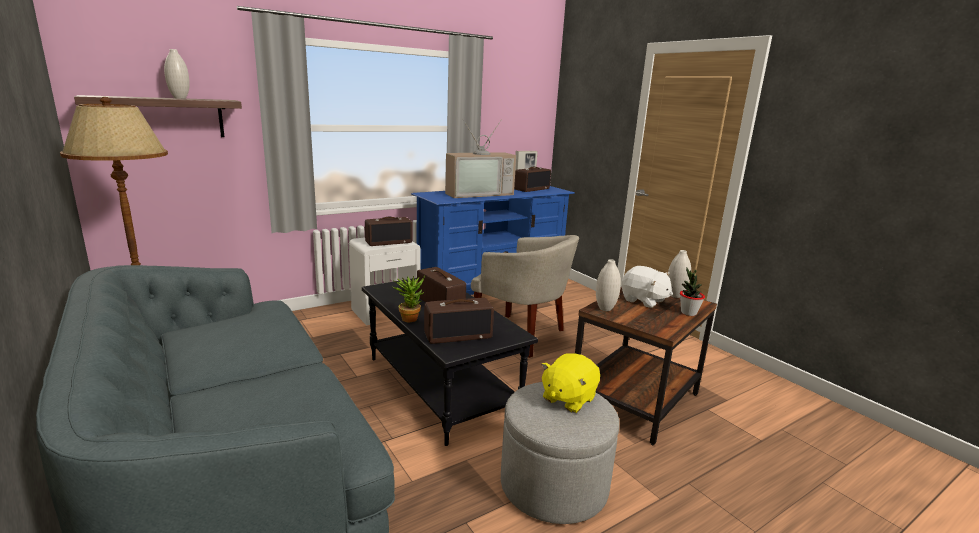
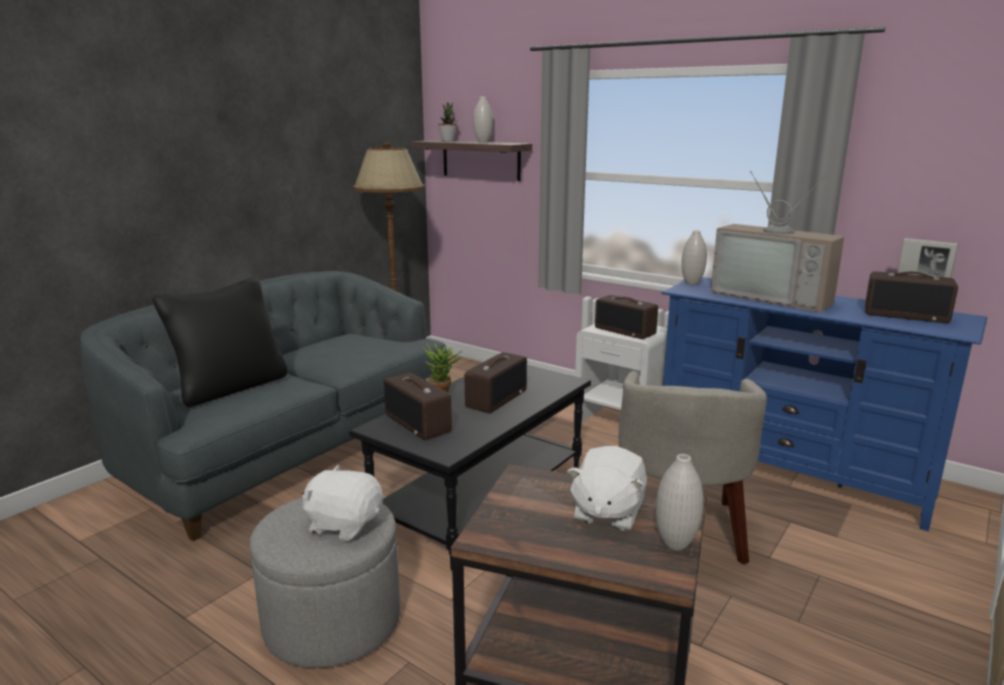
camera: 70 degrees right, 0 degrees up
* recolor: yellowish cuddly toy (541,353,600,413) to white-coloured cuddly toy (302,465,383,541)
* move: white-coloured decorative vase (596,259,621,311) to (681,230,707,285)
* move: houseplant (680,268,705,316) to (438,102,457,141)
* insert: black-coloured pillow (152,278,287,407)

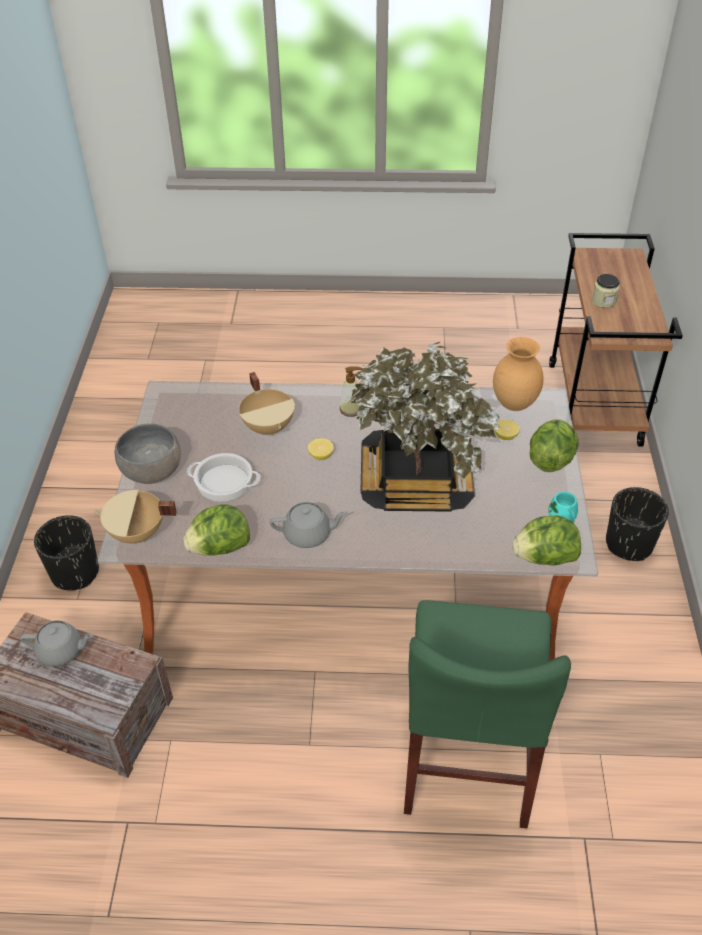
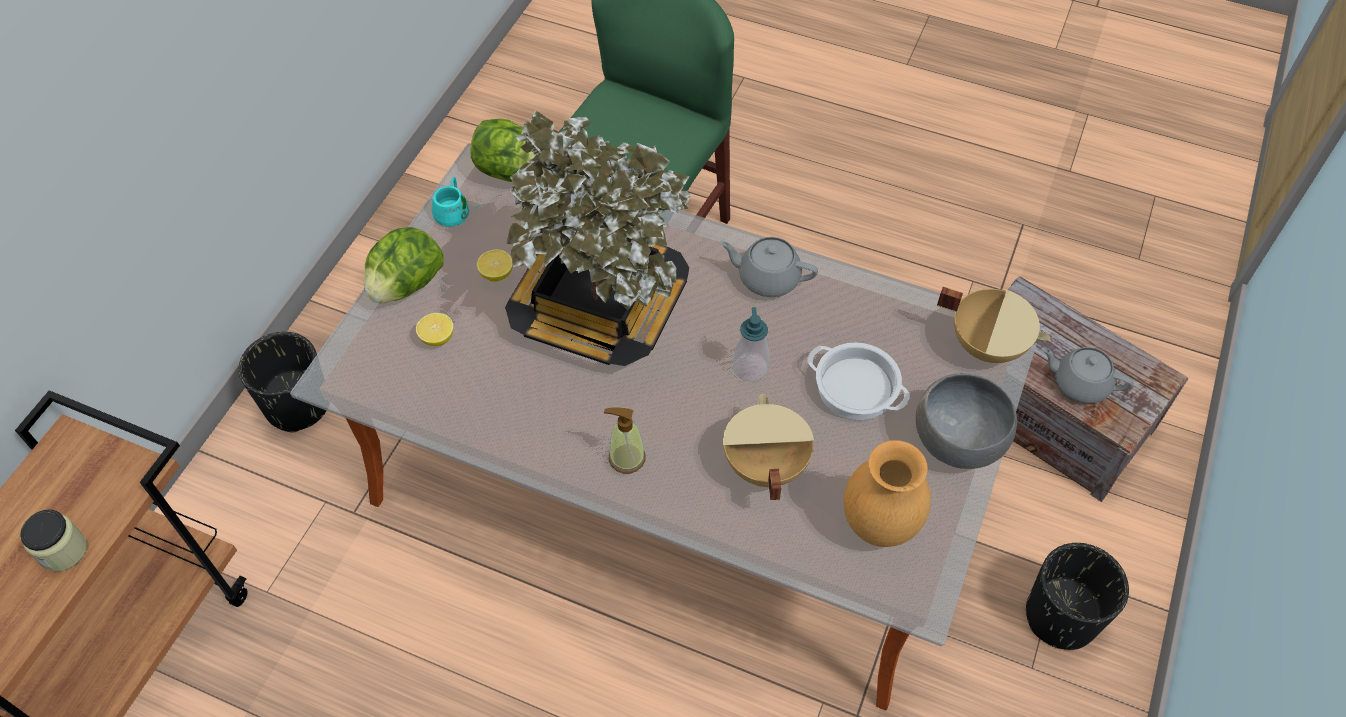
camera: 160 degrees left, 10 degrees up
* delete: lettuce head (183,505,250,556)
* move: whole lemon (308,438,334,460) to (477,249,513,282)
* move: brown decorative vase (493,337,544,411) to (844,440,931,547)
* insert: soap dispenser (733,307,769,382)

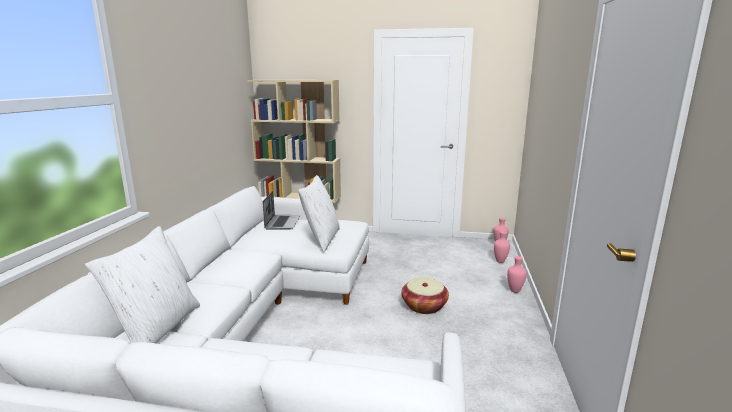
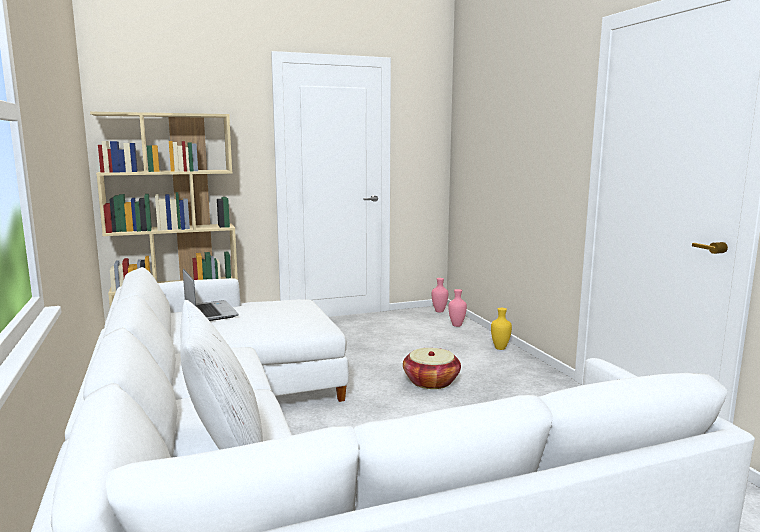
camera: 30 degrees left, 5 degrees down
* delete: white-coloured pillow (298,175,340,252)
* recolor: pink decorative vase (507,256,527,293) to yellowish decorative vase (491,308,512,350)

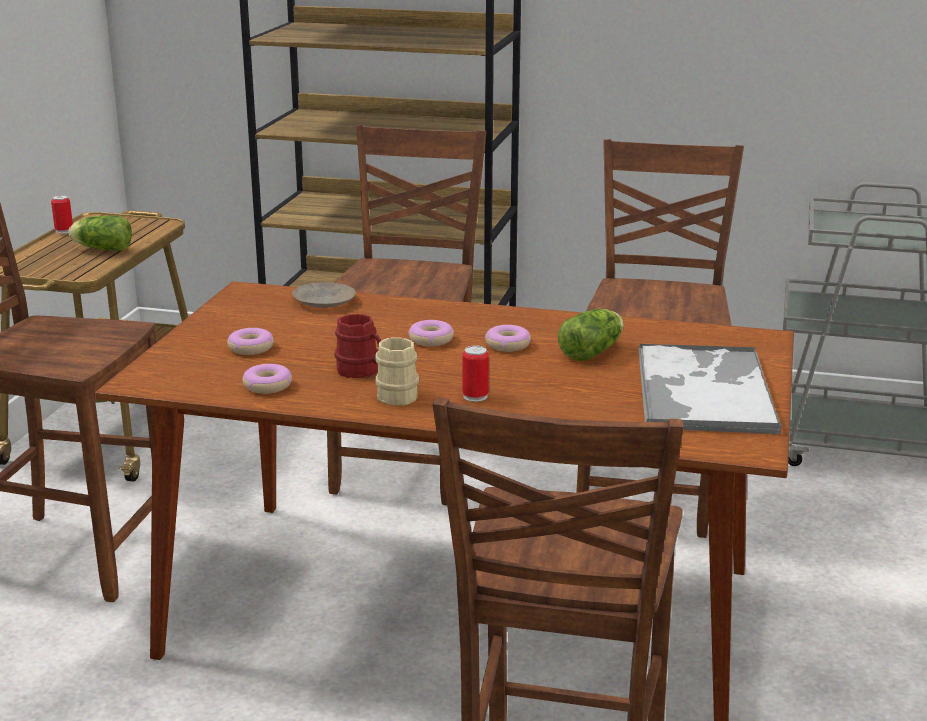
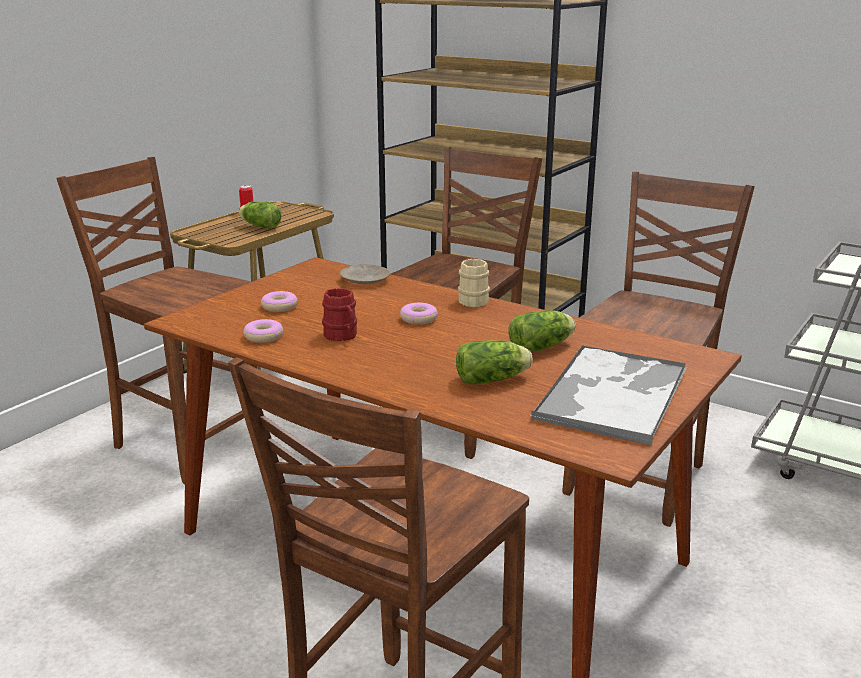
camera: 20 degrees right, 0 degrees up
* move: sand-coloured tea mug (375,337,419,406) to (458,259,490,307)
* delete: can (462,345,489,402)
* delete: ring doughnut (485,325,531,352)
* insert: lettuce head (456,340,533,384)

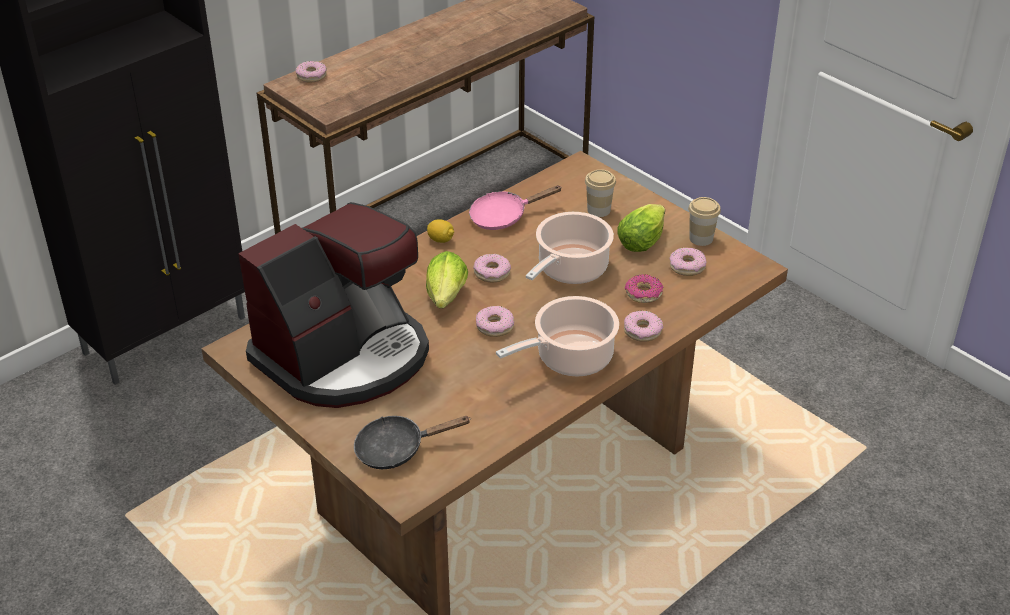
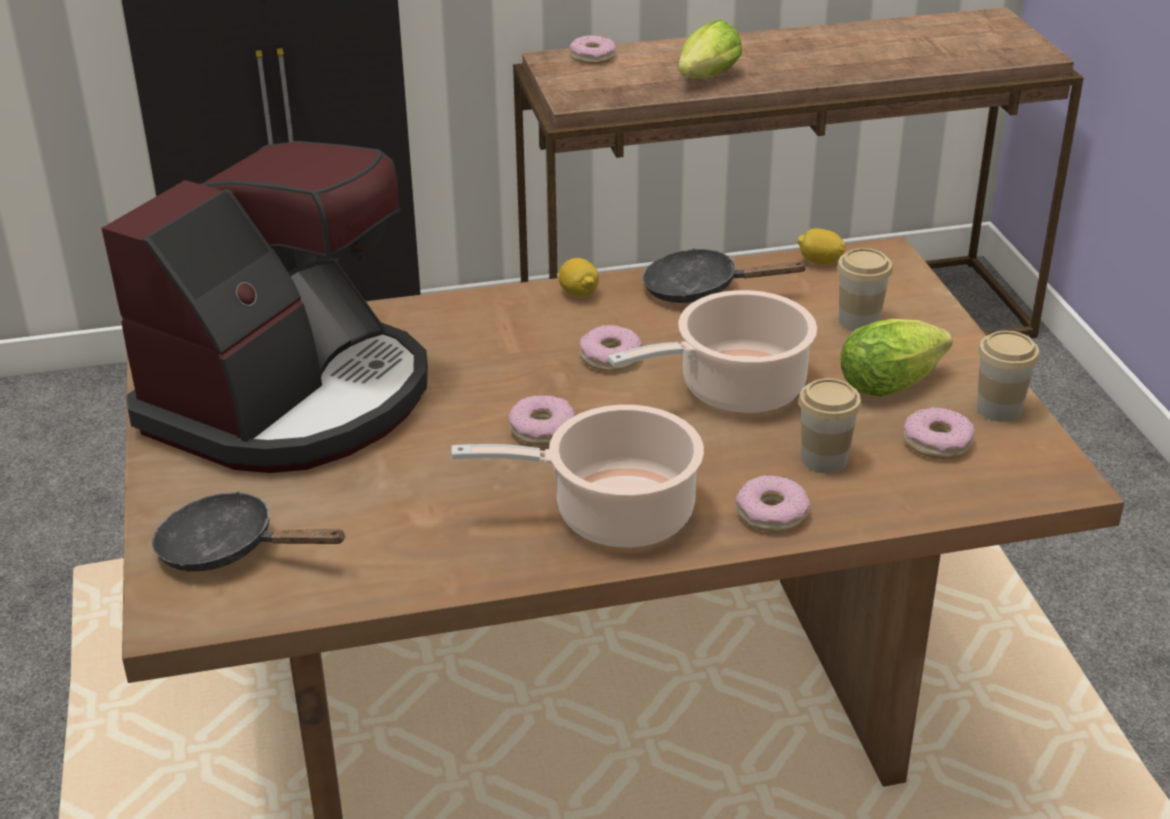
camera: 30 degrees right, 5 degrees down
* rotate: coffee brewer (238,202,429,408) = (102,141,428,473) 45 degrees counterclockwise
* move: lettuce head (426,251,468,308) to (678,20,742,79)
* recolor: pink frying pan (469,185,562,230) to black-coloured frying pan (642,248,808,303)
* replace: ring doughnut (625,274,664,303) to drinking cup (798,378,862,473)
* insert: whole lemon (797,228,846,265)

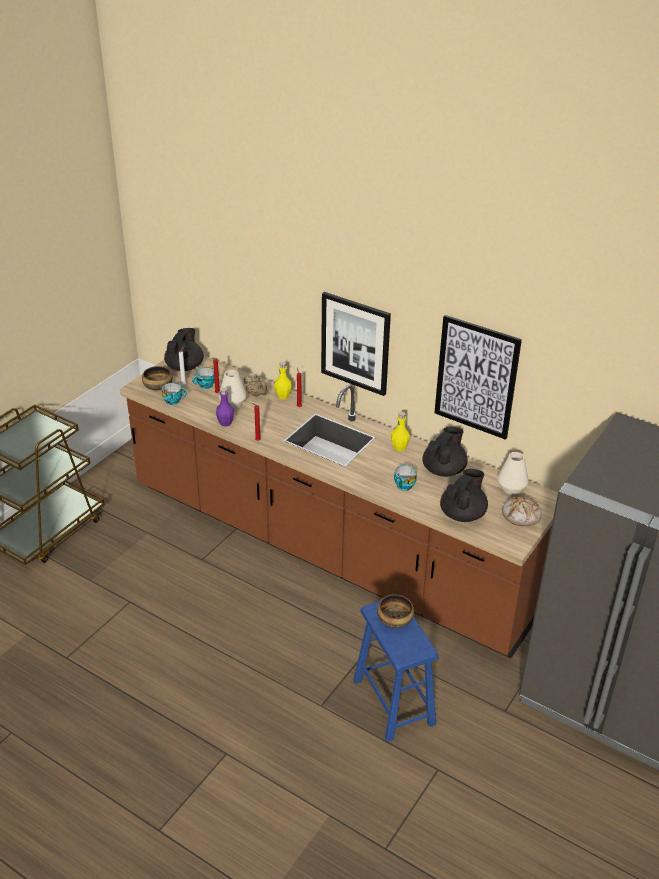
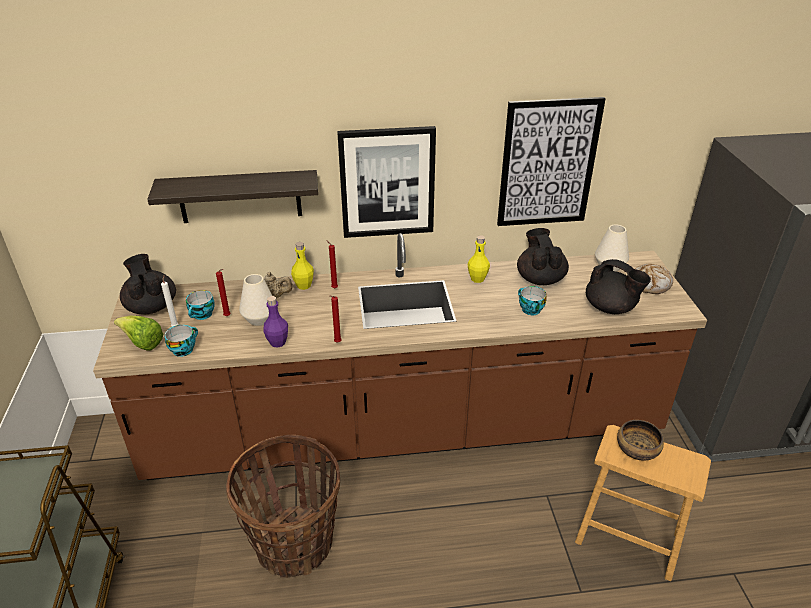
camera: 40 degrees left, 0 degrees up
* replace: deep dish (142,366,173,390) to lettuce head (114,316,164,351)
* recolor: blue stool (353,601,439,742) to brown stool (575,425,711,581)
* rotate: black-coloured tea pot (440,469,488,522) = (586,259,651,314) 135 degrees clockwise
* insert: bracket shelf (147,170,318,223)
* insert: basket (226,435,340,578)

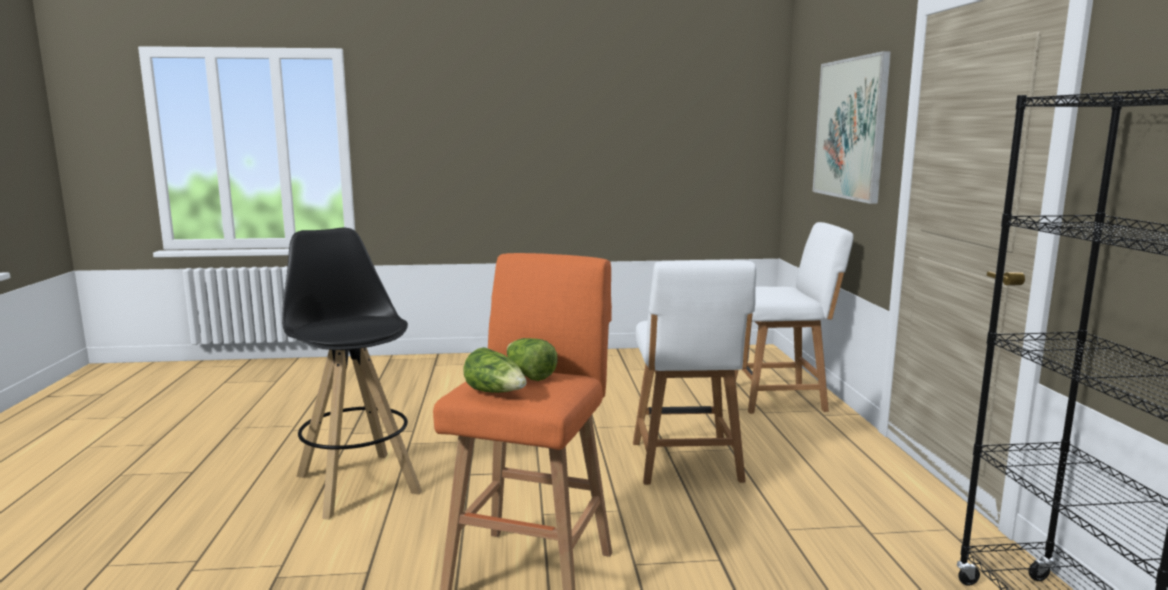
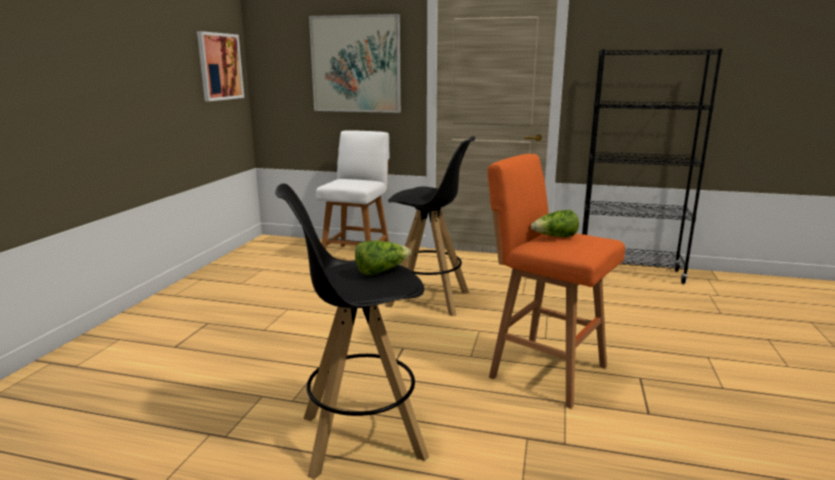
camera: 70 degrees left, 5 degrees up
* move: lettuce head (464,347,527,393) to (355,241,411,275)
* replace: white-coloured plain chair (633,260,756,485) to black-coloured stool (385,136,476,316)
* insert: wall art (197,31,244,101)

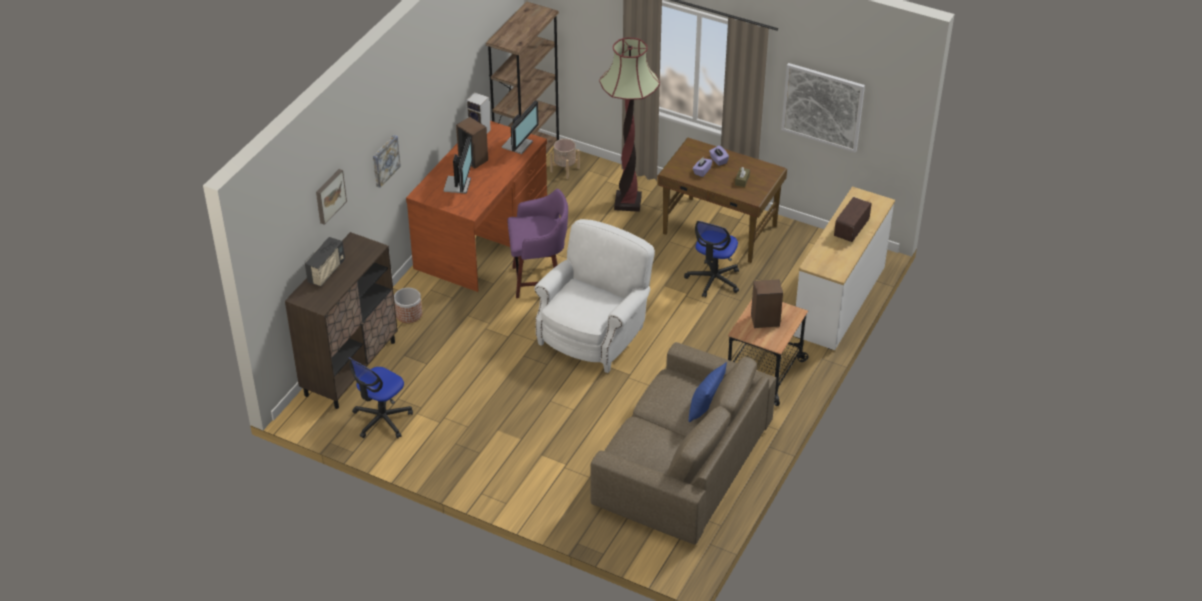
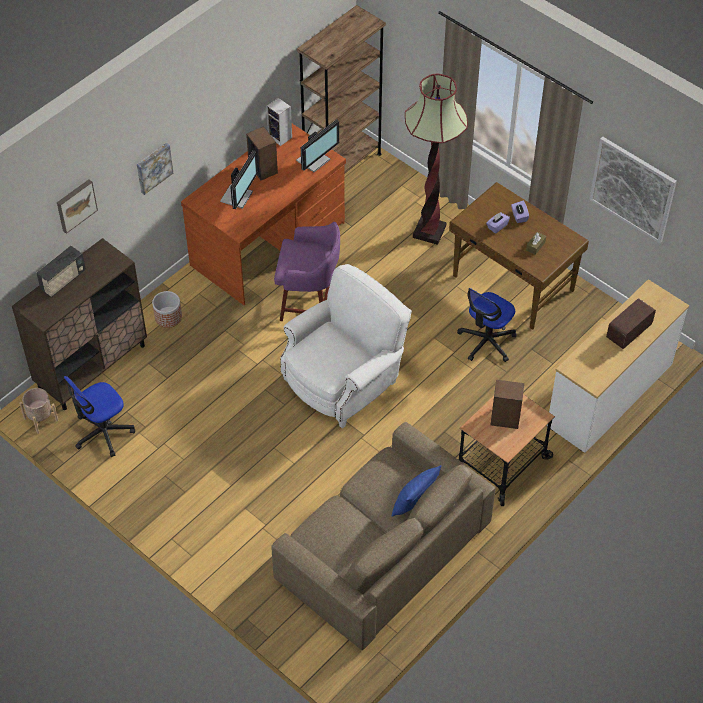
camera: 15 degrees right, 10 degrees up
* move: sand-coloured flower pot (550,139,580,179) to (19,388,59,434)

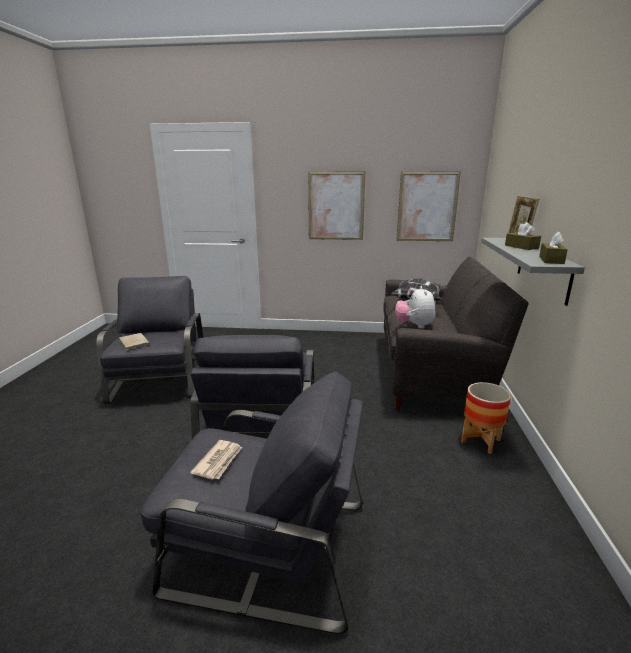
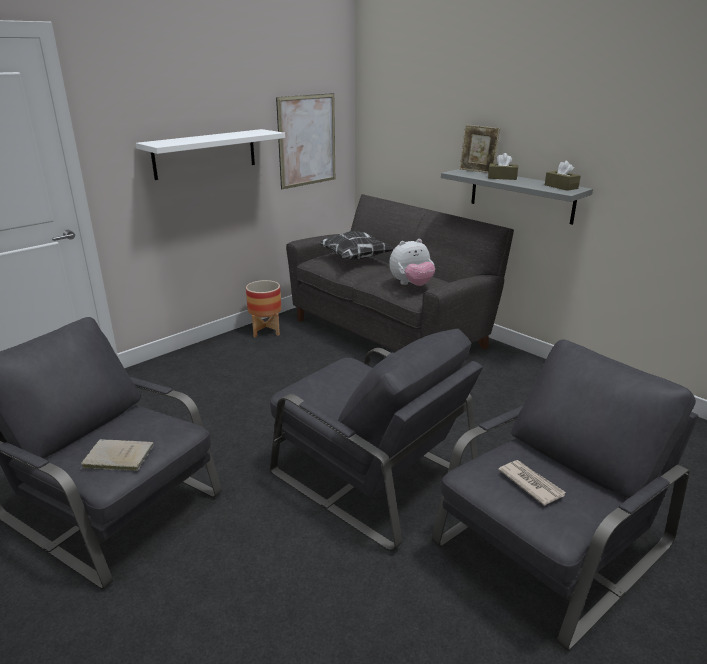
camera: 50 degrees left, 5 degrees up
* replace: wall art (308,171,365,240) to white-coloured bracket shelf (136,129,285,180)
* rotate: cuddly toy (395,286,435,329) = (389,239,435,286) 60 degrees counterclockwise
* move: flower pot (461,382,511,454) to (246,280,281,337)

